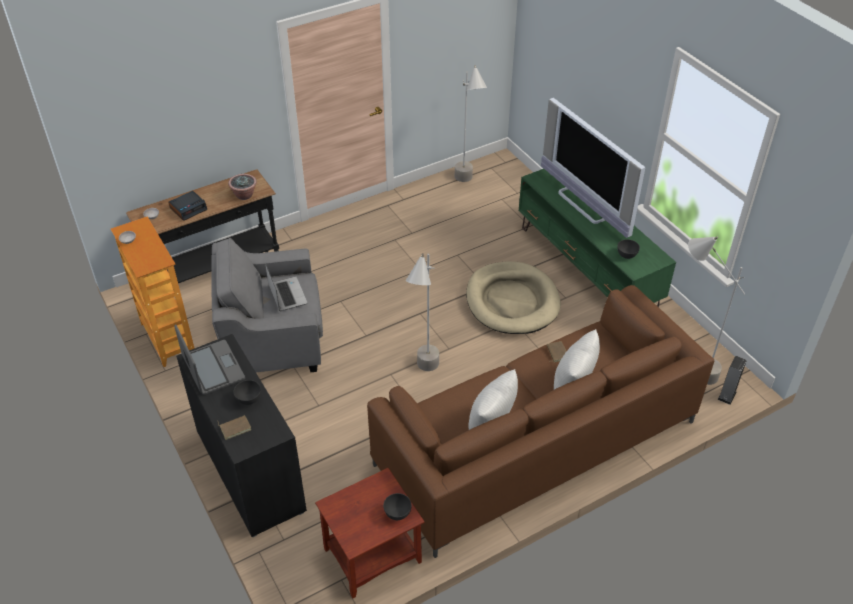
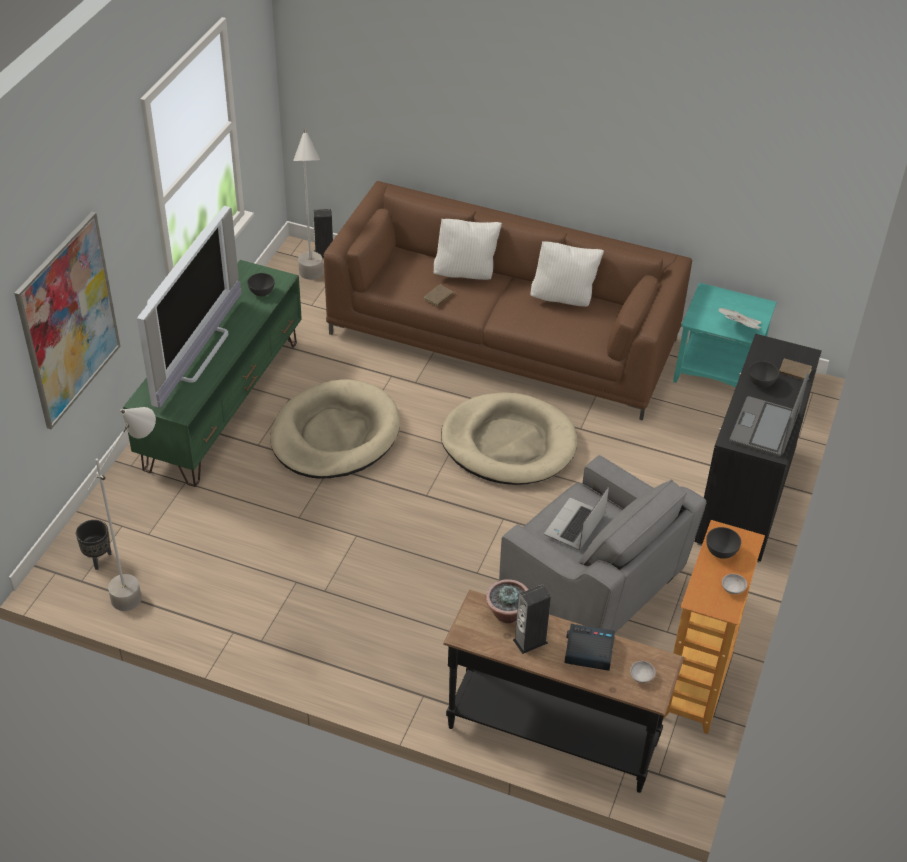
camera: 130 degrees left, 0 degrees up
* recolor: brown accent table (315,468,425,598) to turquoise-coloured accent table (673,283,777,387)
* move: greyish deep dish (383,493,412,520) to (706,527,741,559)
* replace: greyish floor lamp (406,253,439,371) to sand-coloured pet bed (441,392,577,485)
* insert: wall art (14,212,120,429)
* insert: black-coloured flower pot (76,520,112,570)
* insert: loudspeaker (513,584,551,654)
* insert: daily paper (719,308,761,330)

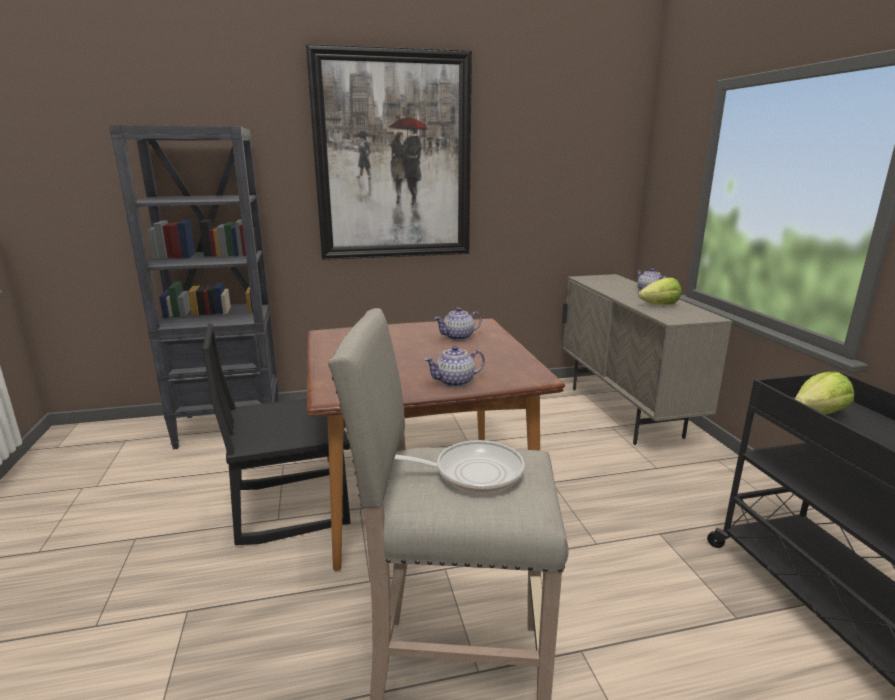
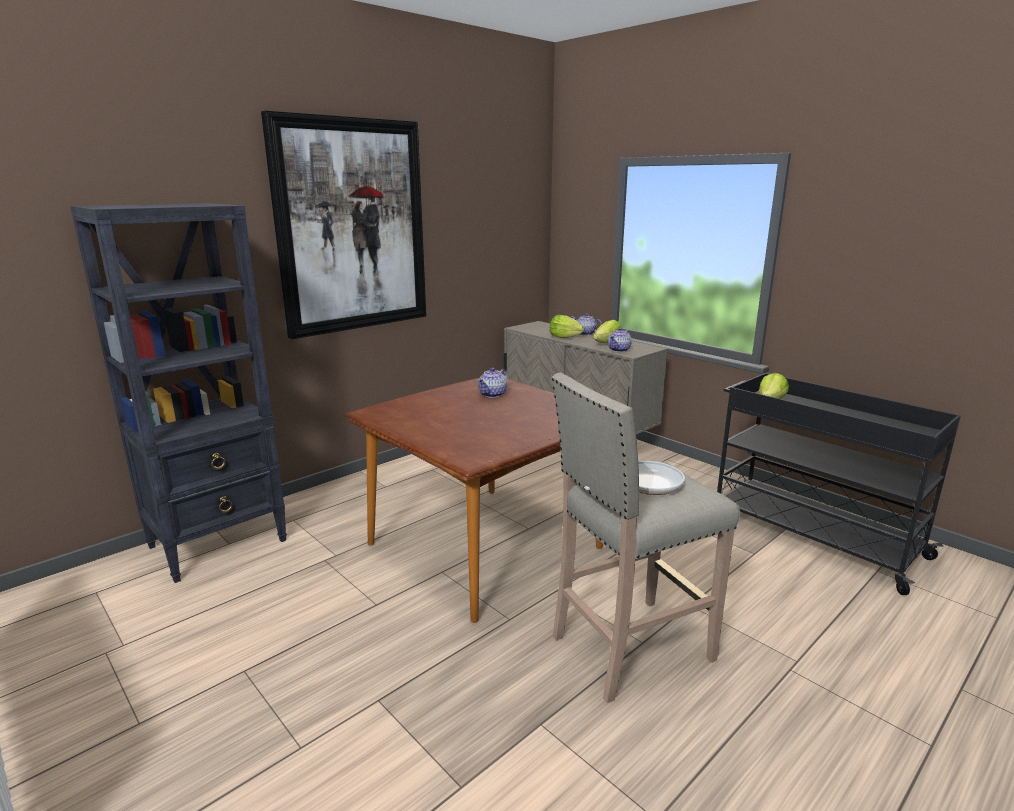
camera: 30 degrees left, 0 degrees up
* delete: black-coloured plain chair (203,324,350,546)
* move: tea pot (424,346,485,387) to (608,328,632,352)
* insert: lettuce head (549,315,584,338)

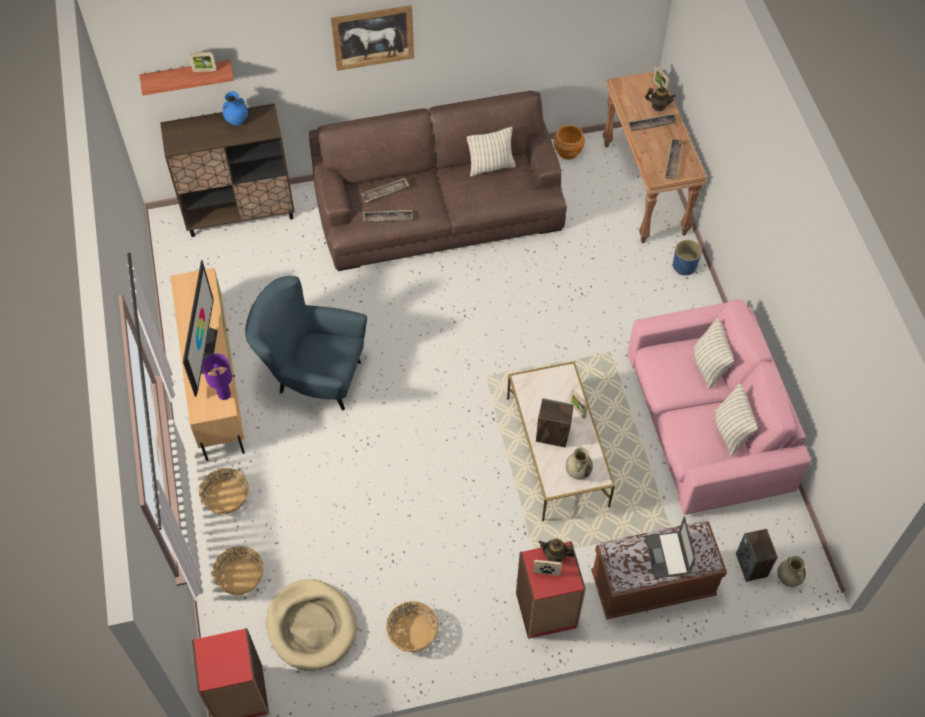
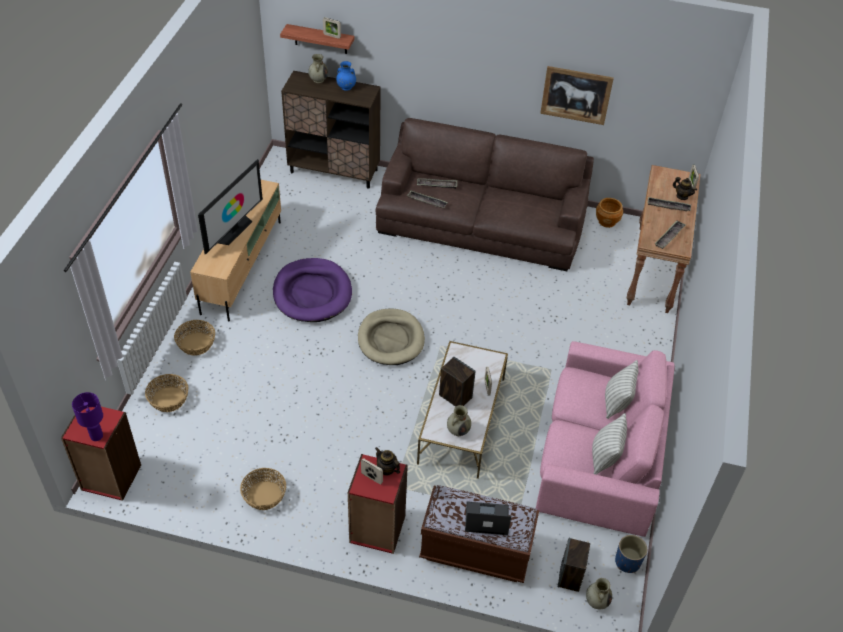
camera: 25 degrees right, 10 degrees down
* move: purple tabletop lamp (202,354,232,400) to (72,392,103,441)
* replace: blue easy chair (245,276,367,410) to purple pet bed (273,258,352,322)
* move: sand-coloured pet bed (266,579,357,671) to (358,309,425,365)
* move: wall art (331,5,414,71) to (540,66,614,125)
* delete: pillow (467,127,516,177)
* rotate: portable computer (645,516,696,579) = (465,501,511,535) 75 degrees clockwise
* move: blue flower pot (673,240,702,275) to (615,535,647,573)
* insert: sand-coloured decorative vase (309,54,328,83)

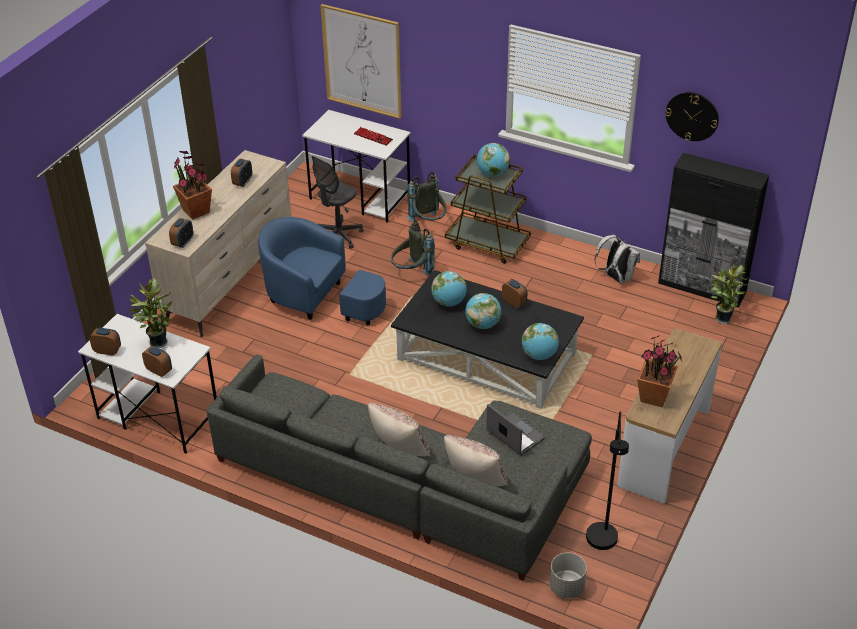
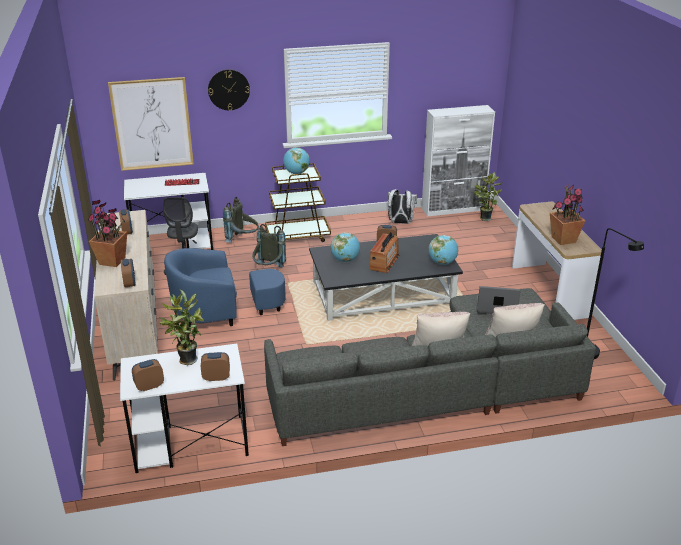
camera: 40 degrees left, 10 degrees down
* replace: world globe (465,293,501,329) to radio (370,232,399,273)
* delete: greyish flower pot (550,553,587,598)
* recolor: black-coloured cupboard (658,153,769,307) to white-coloured cupboard (422,105,495,216)
* move: clock on the wall (665,92,719,141) to (208,69,250,111)

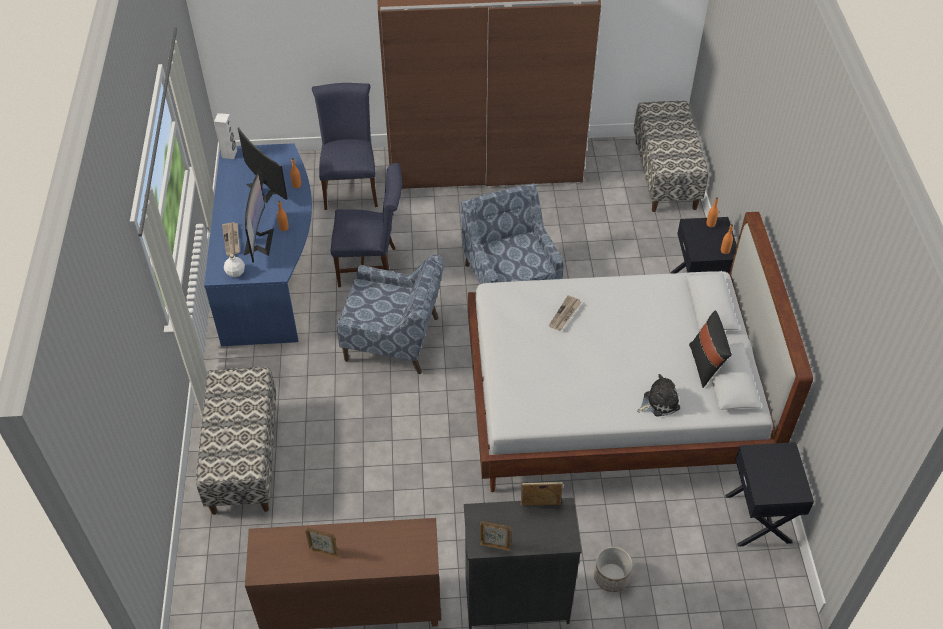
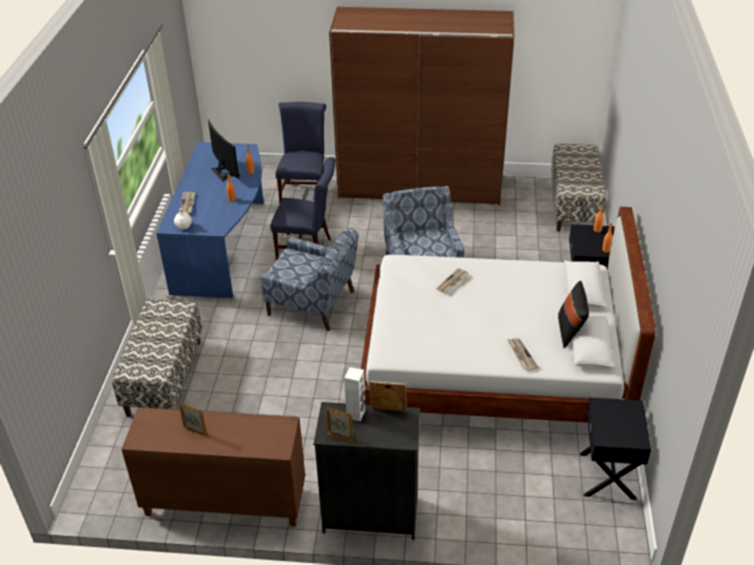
camera: 10 degrees right, 10 degrees down
* move: white-coloured loudspeaker (214,113,237,159) to (344,367,365,421)
* delete: computer screen (244,174,274,262)
* delete: flower pot (594,547,633,592)
* replace: cuddly toy (637,374,680,417) to daily paper (508,338,539,371)

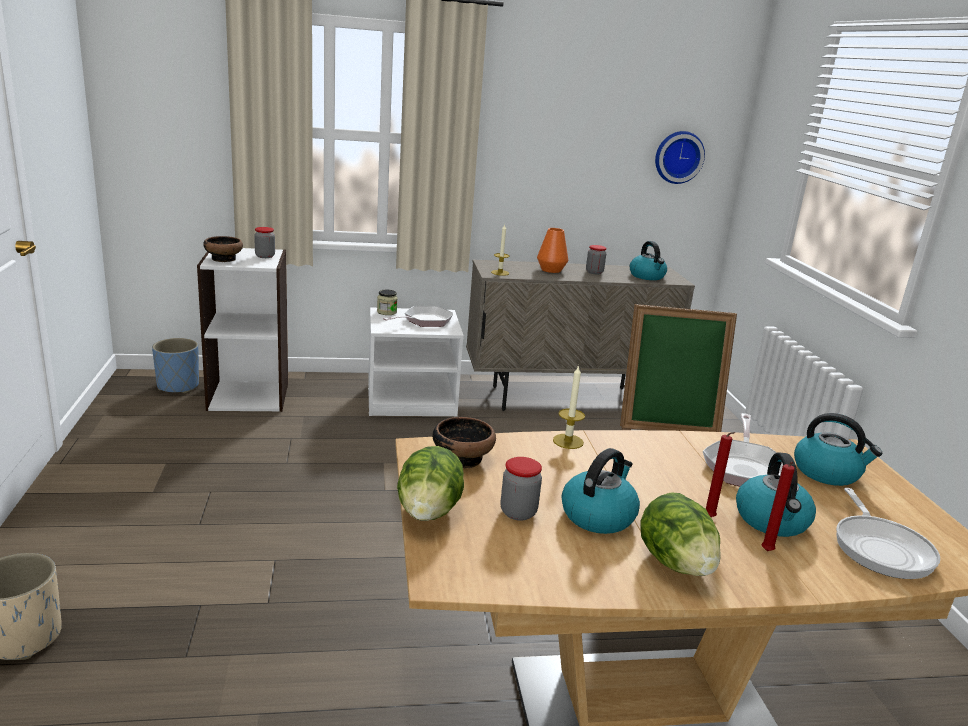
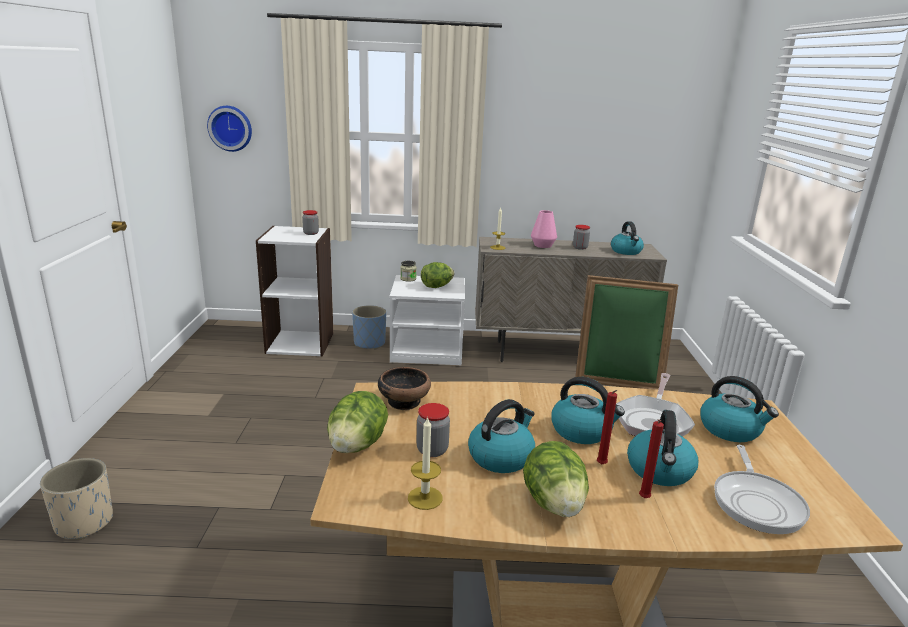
camera: 10 degrees right, 0 degrees up
* move: blue flower pot (152,338,199,393) to (352,305,386,349)
* delete: deep dish (203,236,243,262)
* replace: frying pan (383,306,454,327) to lettuce head (421,262,454,288)
* recolor: orange decorative vase (537,228,568,273) to pink decorative vase (531,210,557,248)
* move: wax light (553,365,585,449) to (408,416,443,510)
* move: clock on the wall (655,131,705,184) to (207,106,252,152)
* insert: kettle (551,377,625,444)

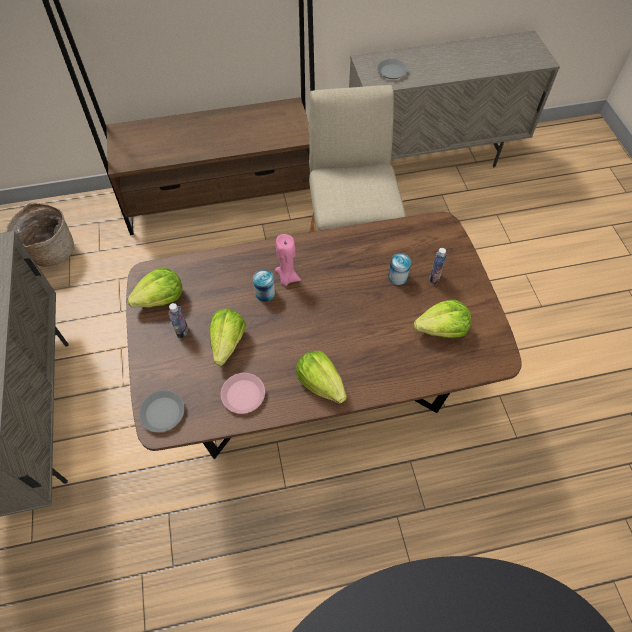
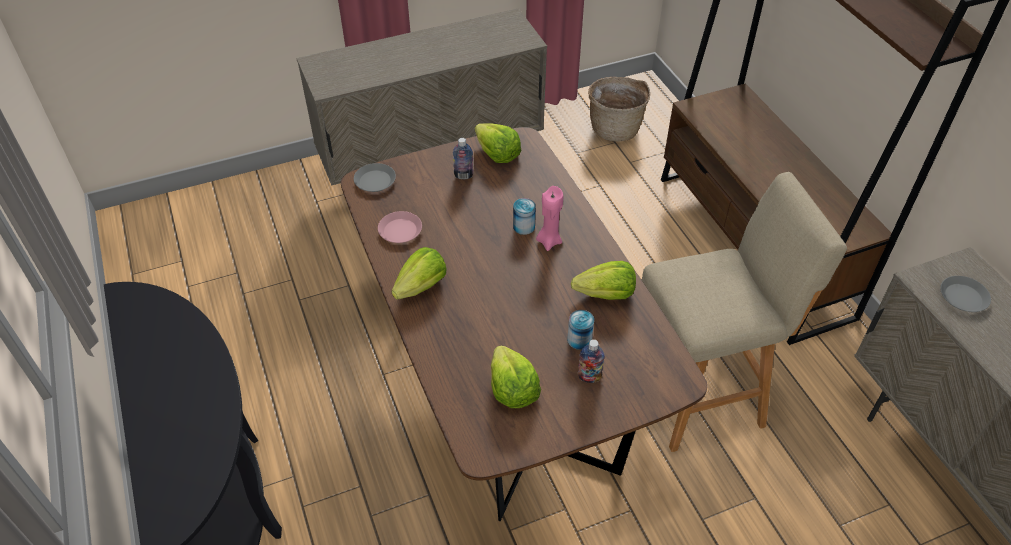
camera: 80 degrees right, 10 degrees down
* move: lettuce head (210,309,246,366) to (571,261,636,300)

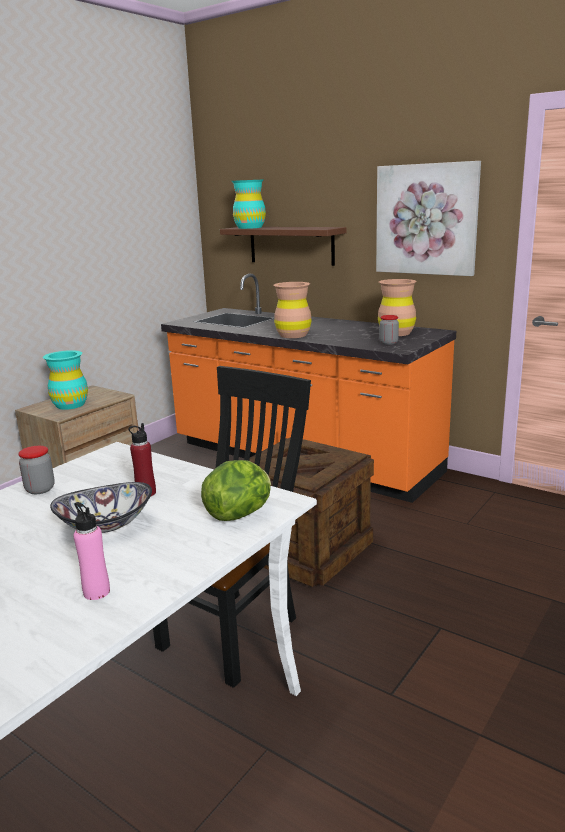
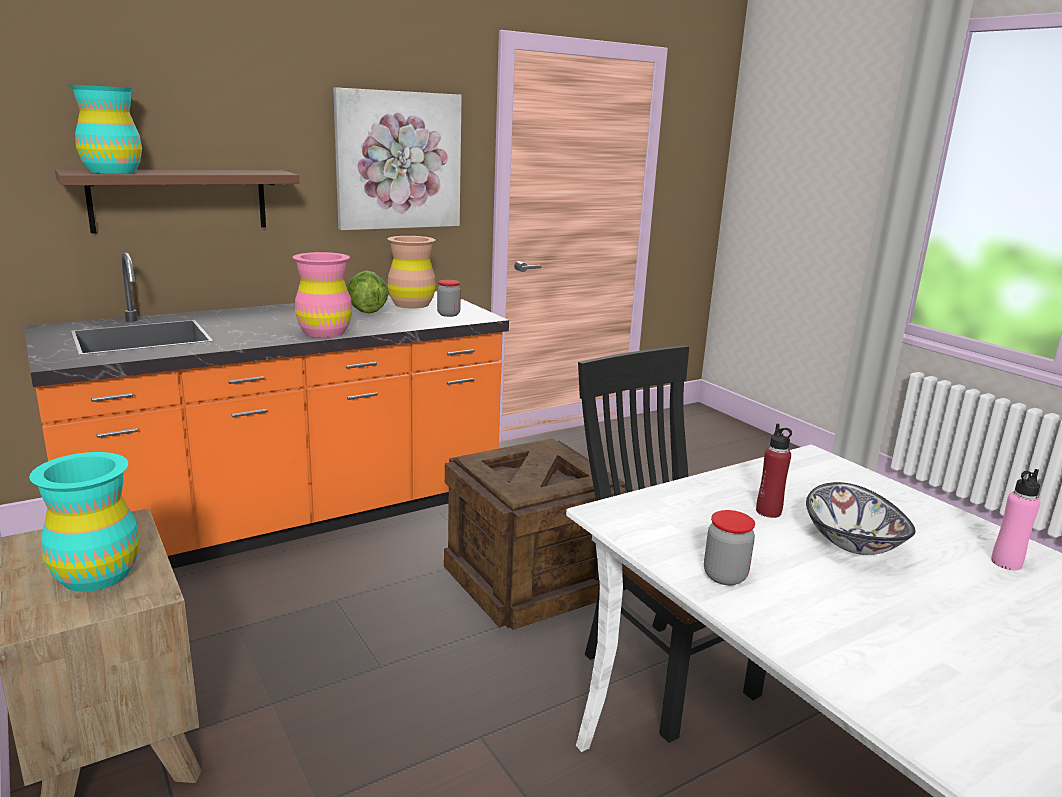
camera: 70 degrees left, 0 degrees up
* move: lettuce head (201,460,271,521) to (347,271,388,314)
* recolor: brown decorative vase (273,282,312,338) to pink decorative vase (293,252,352,337)

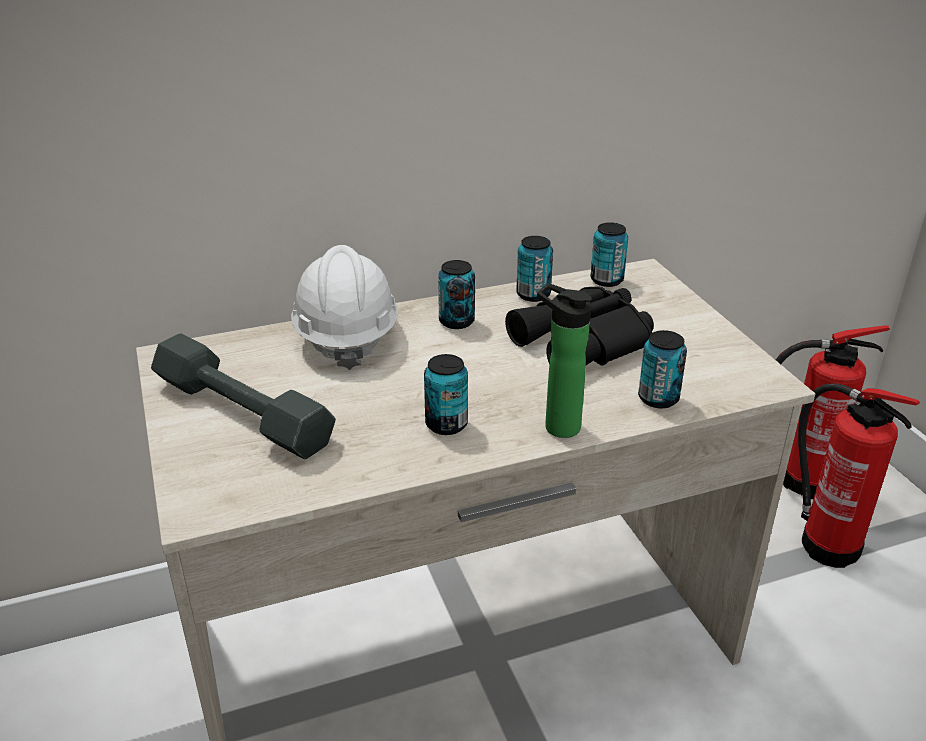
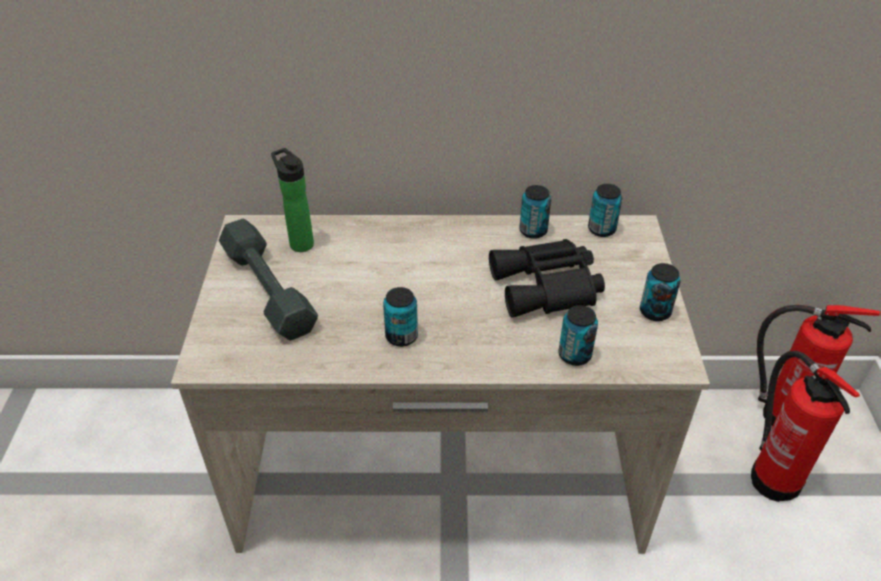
camera: 20 degrees right, 10 degrees up
* delete: white-coloured safety helmet (291,245,398,370)
* move: can (438,260,475,329) to (640,263,681,321)
* move: bottle (537,283,592,438) to (271,148,314,252)

